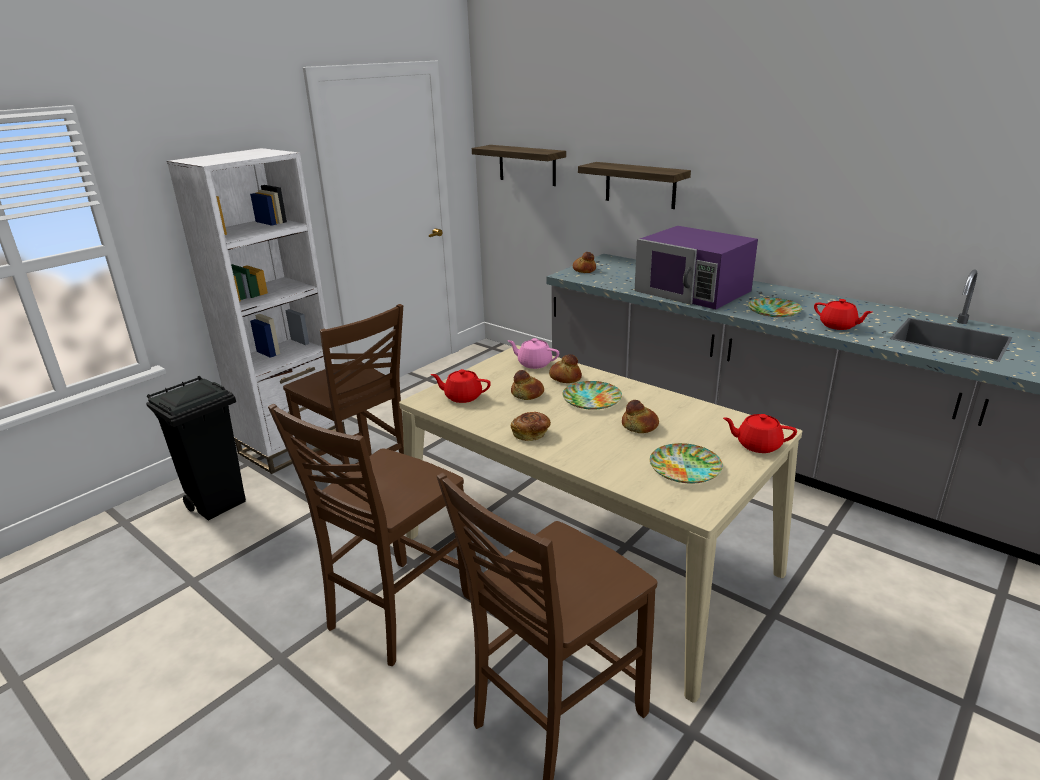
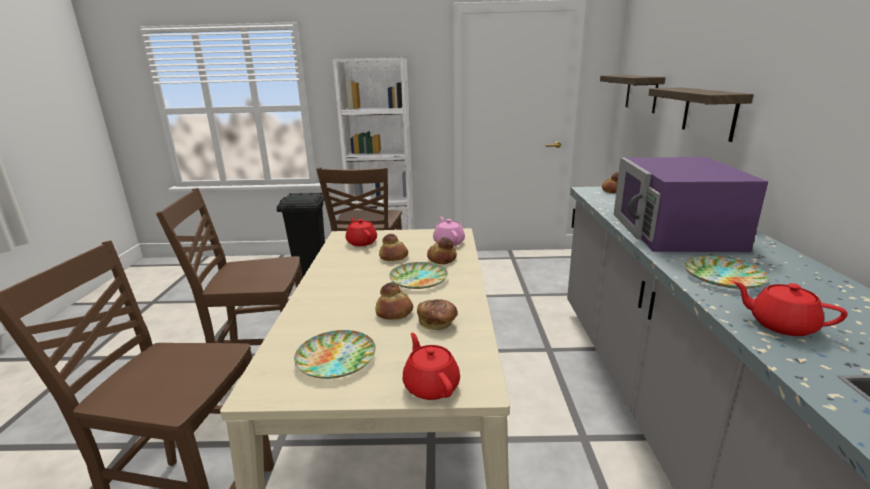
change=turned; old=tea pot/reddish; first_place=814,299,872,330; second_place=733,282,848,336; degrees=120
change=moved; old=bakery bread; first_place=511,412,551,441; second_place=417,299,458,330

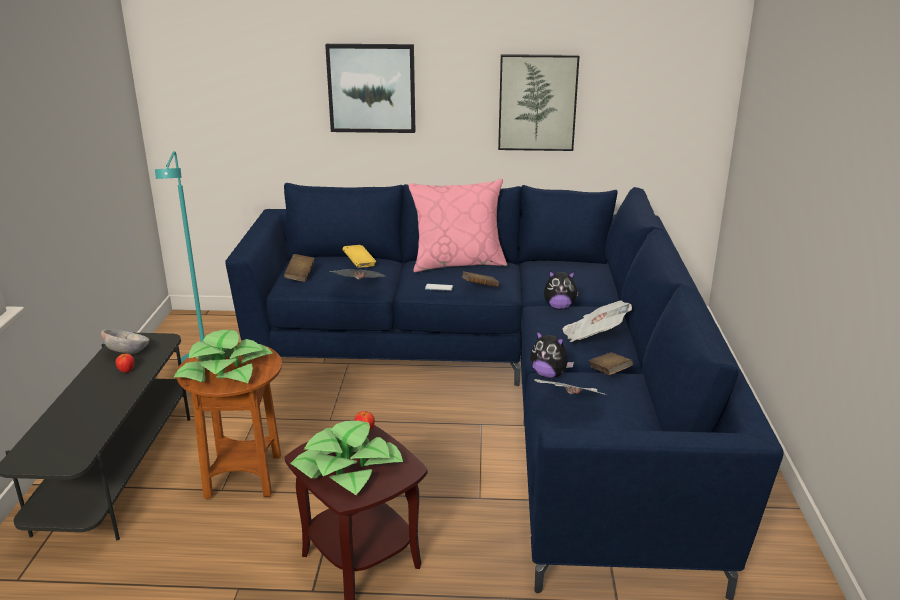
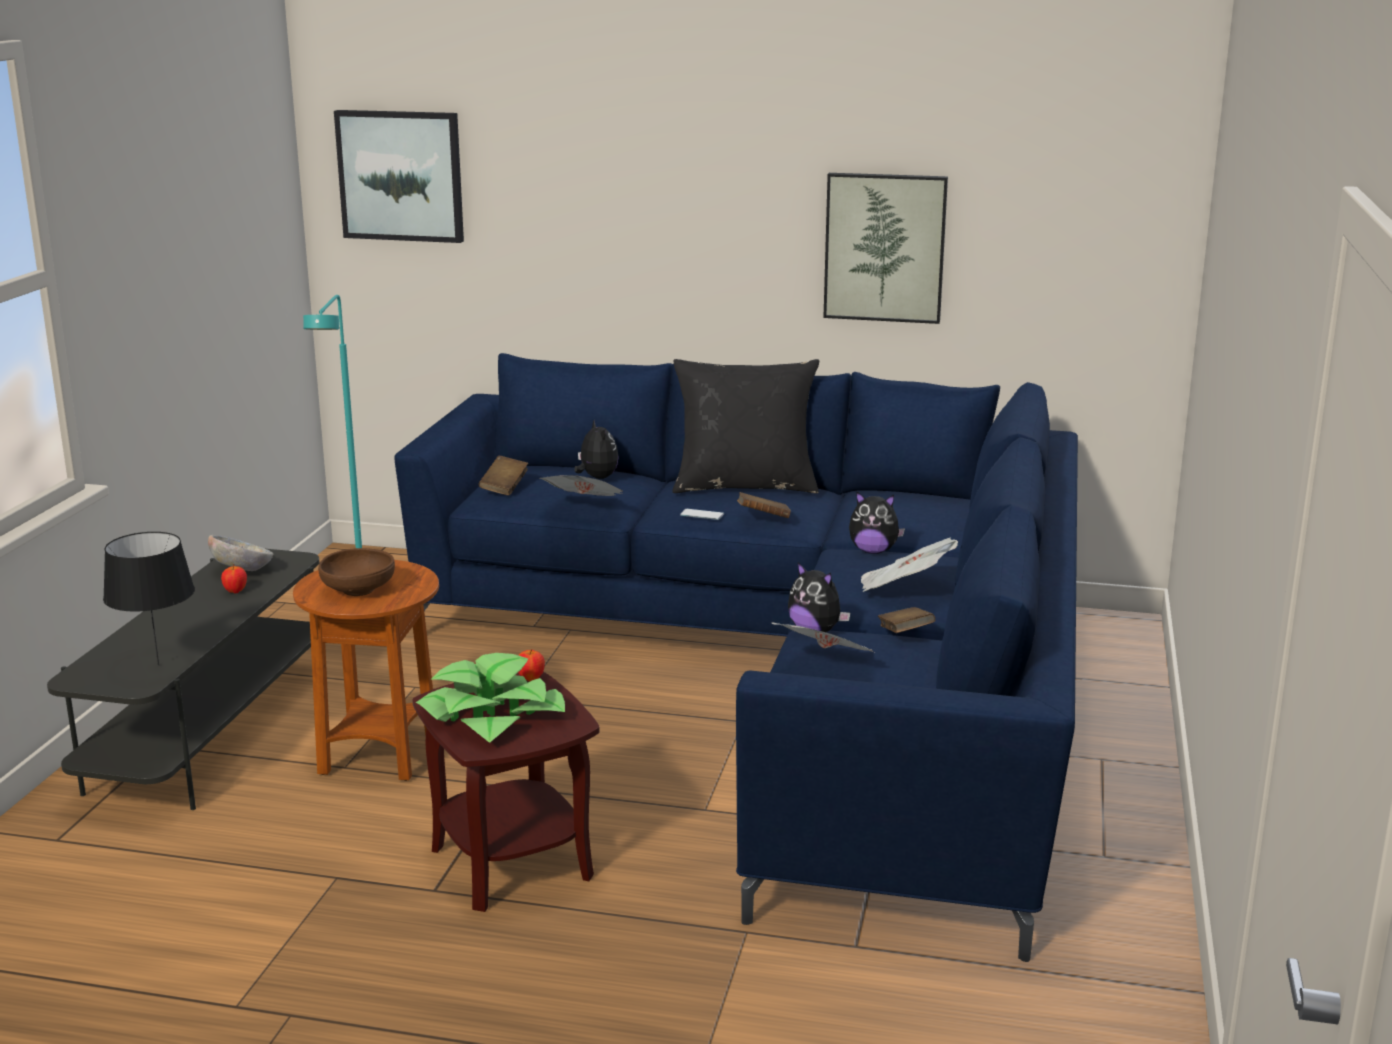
change=moved; old=wall art; first_place=325,44,415,133; second_place=334,110,464,243
change=recoloured; old=pillow/pinkish; new=pillow/black-coloured; first_place=408,179,507,272; second_place=672,359,819,494
change=replaced; old=book/yellow; new=soft toy; first_place=342,245,376,268; second_place=575,420,619,479
change=replaced; old=potted plant; new=serving bowl/brownish; first_place=173,330,272,383; second_place=318,548,395,596
change=added; new=table lamp/black-coloured; second_place=103,532,195,666

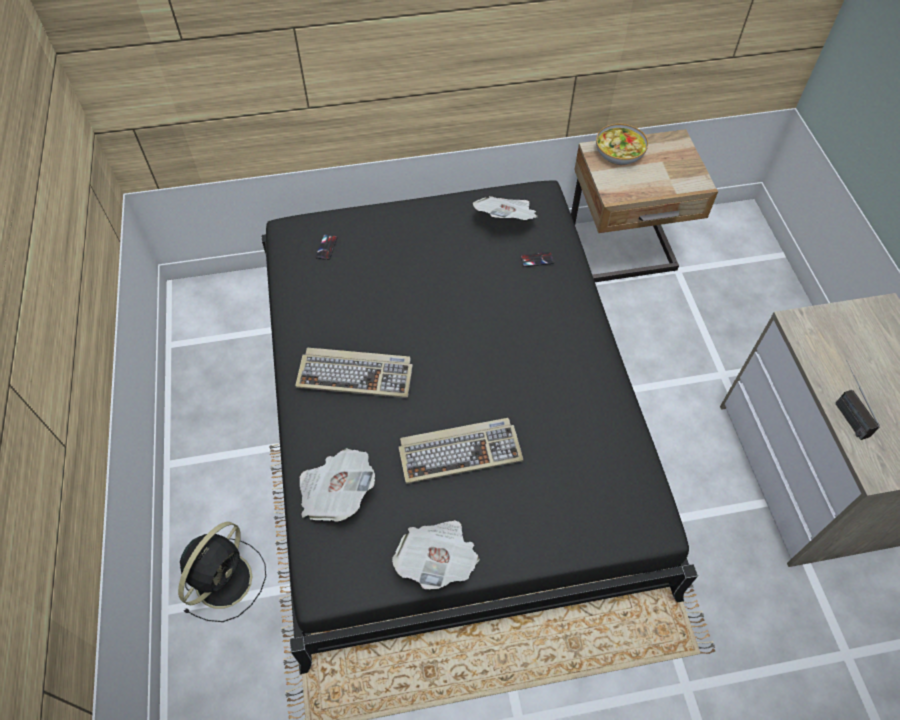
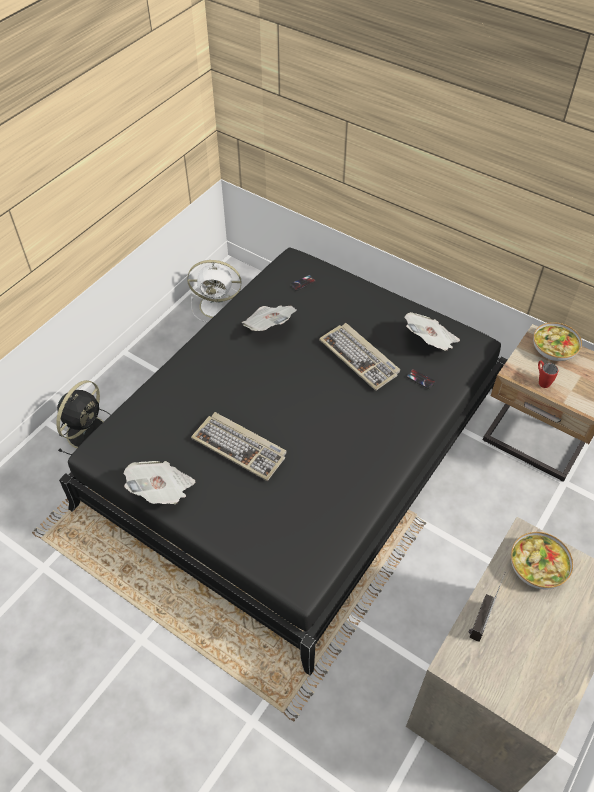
change=moved; old=PC keyboard; first_place=295,348,413,398; second_place=319,323,400,391
change=moved; old=newspaper; first_place=299,449,375,522; second_place=242,305,297,331
change=turned; old=cooling fan/black-coloured; first_place=178,522,266,622; second_place=56,380,111,455; degrees=-45
change=added; new=cooling fan/whitish; second_place=187,260,242,323
change=added; new=coffee mug/reddish; second_place=538,361,558,388
change=added; new=serving bowl; second_place=511,532,573,590

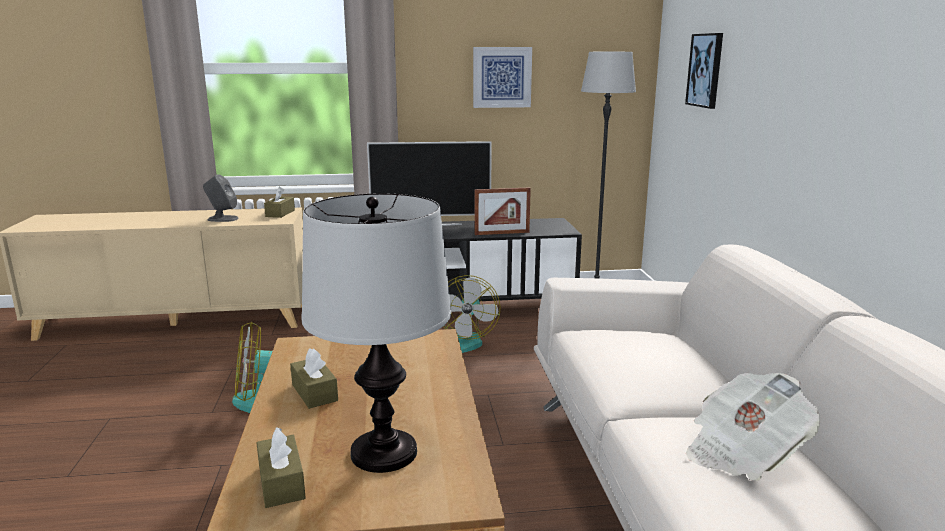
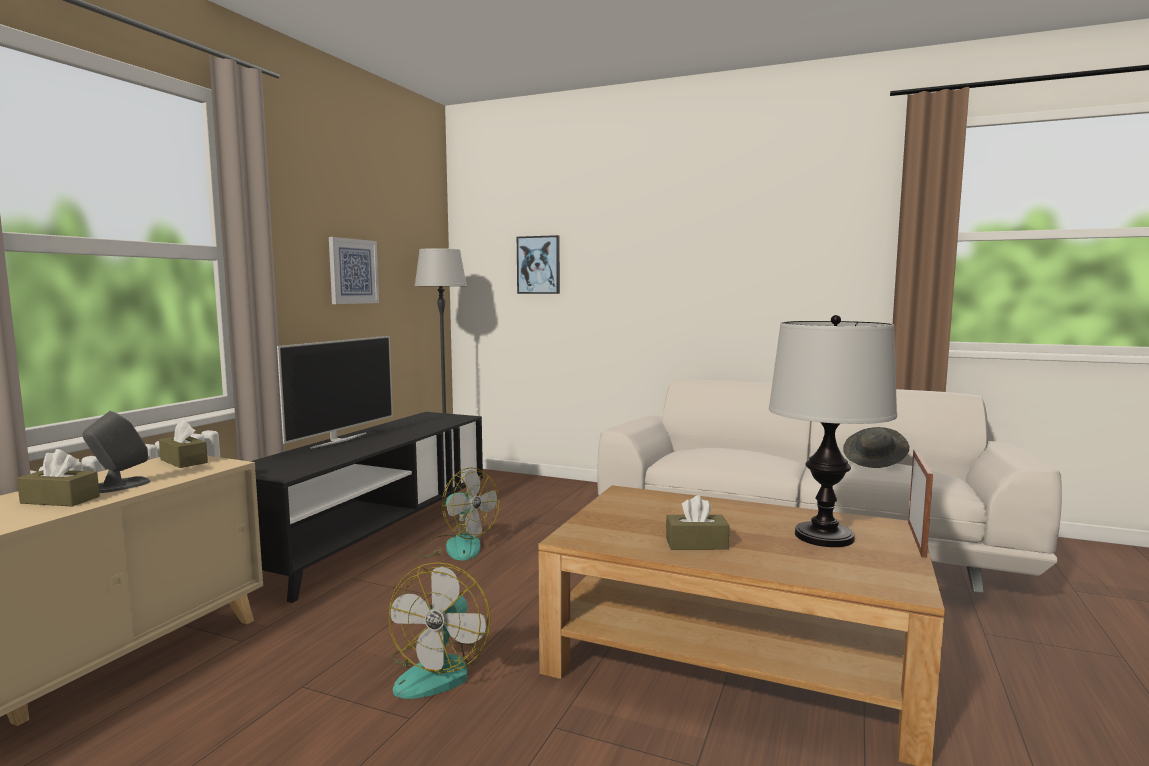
change=moved; old=standing frame; first_place=475,187,531,235; second_place=908,450,933,558
change=replaced; old=newspaper; new=clothing hat/gray; first_place=686,373,820,481; second_place=843,427,909,468
change=moved; old=tissue box/brownish; first_place=256,427,306,508; second_place=17,449,100,507

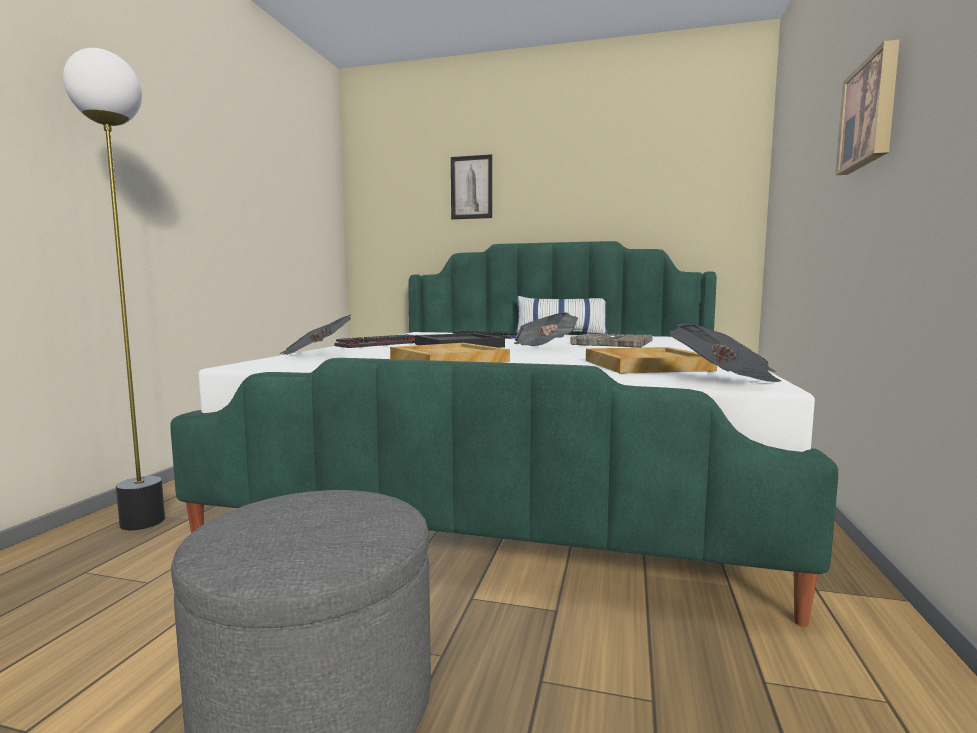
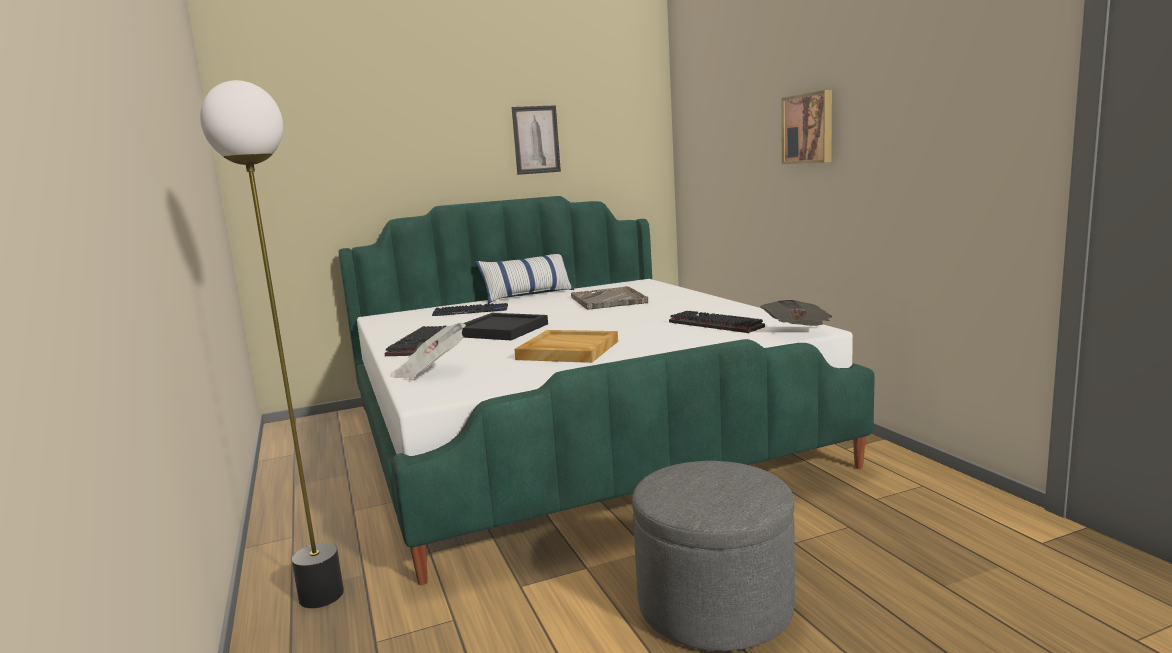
change=moved; old=wall art; first_place=451,154,492,219; second_place=511,105,561,175
change=removed; old=newspaper; first_place=514,312,578,346
change=replaced; old=carrying tray/sand-coloured; new=PC keyboard; first_place=586,347,717,373; second_place=669,311,765,333

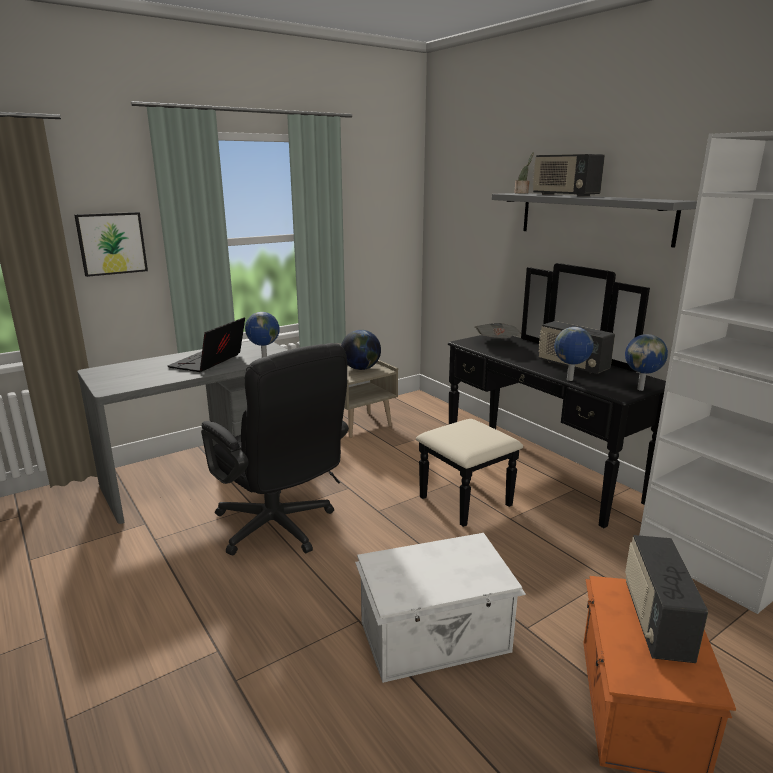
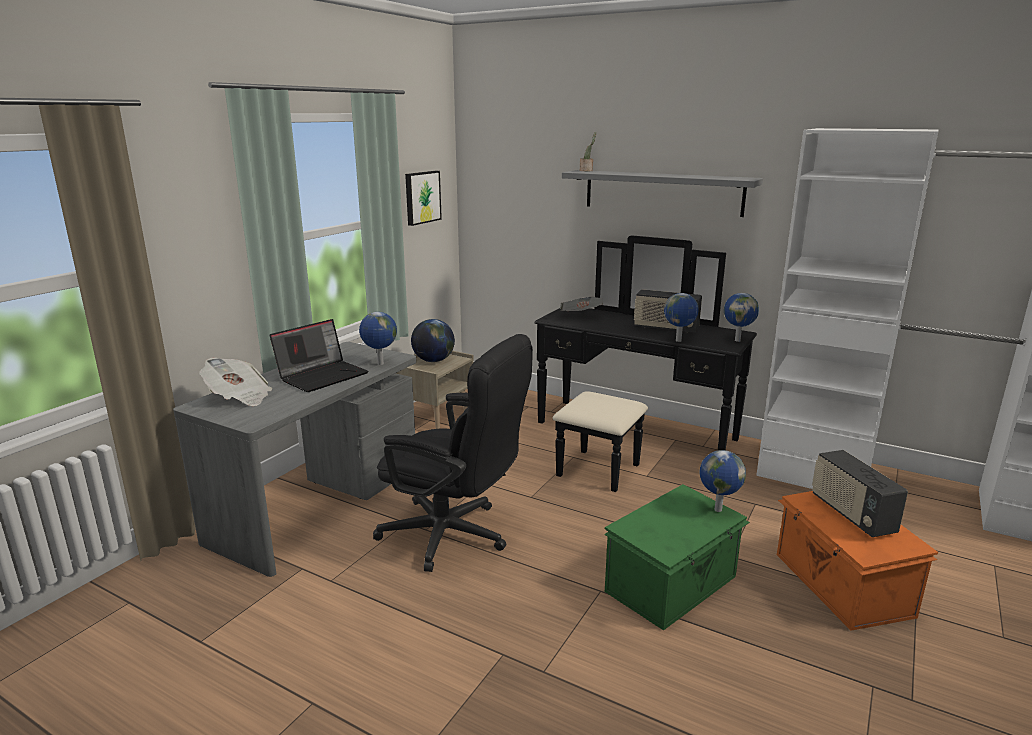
change=removed; old=radio receiver; first_place=532,154,605,197
change=moved; old=wall art; first_place=74,212,148,277; second_place=405,171,442,226
change=turned; old=notebook computer; first_place=167,318,245,372; second_place=269,319,368,392; degrees=-135
change=recoloured; old=storage box/whitish; new=storage box/green; first_place=355,533,526,683; second_place=604,484,750,630
change=added; new=newspaper; second_place=199,358,272,406
change=added; new=desk globe; second_place=699,450,746,512

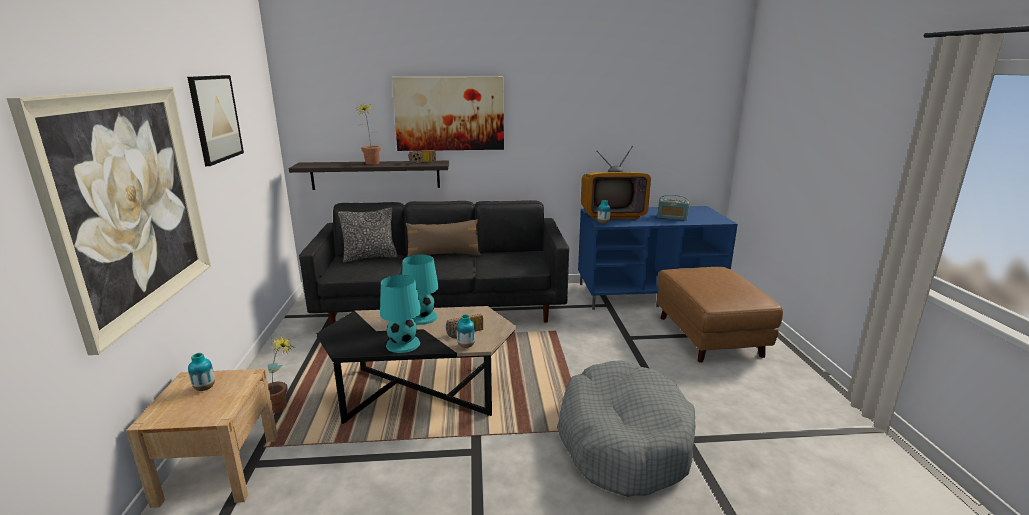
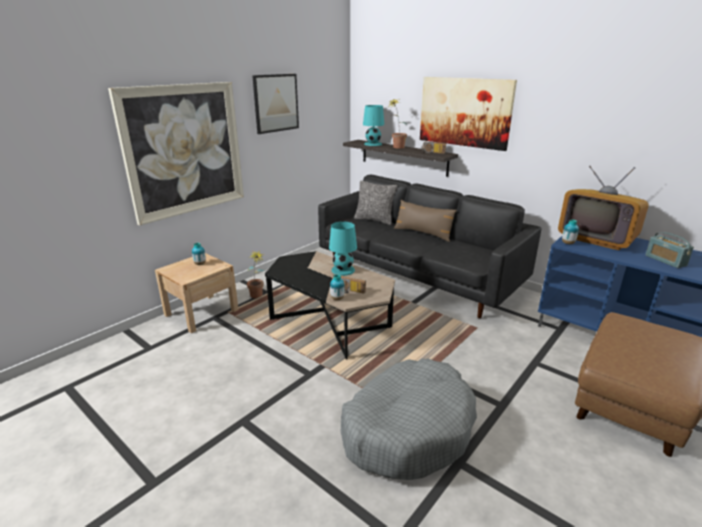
change=moved; old=table lamp/turquoise-coloured; first_place=380,275,421,353; second_place=363,105,384,146

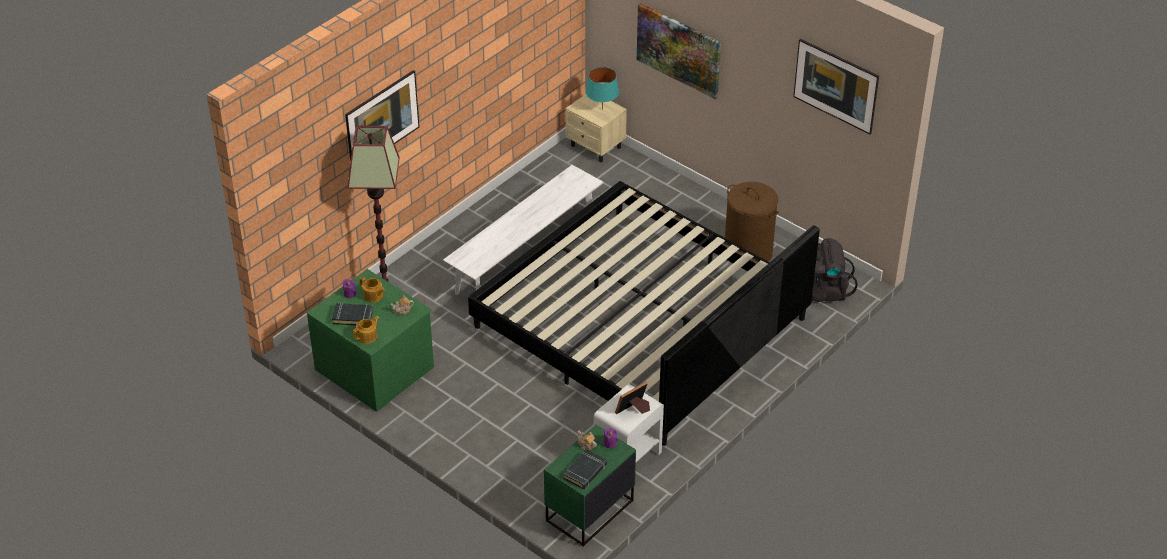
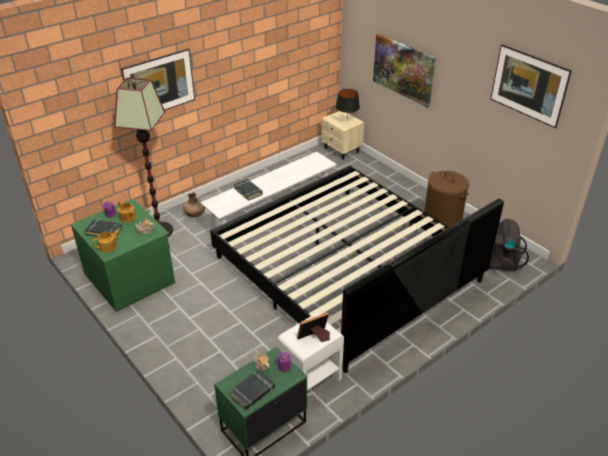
change=recoloured; old=table lamp/turquoise-coloured; new=table lamp/black-coloured; first_place=586,67,619,110; second_place=336,89,360,116
change=added; new=book/black-coloured; second_place=234,179,263,201
change=added; new=flower vase/brownish; second_place=183,192,205,217

